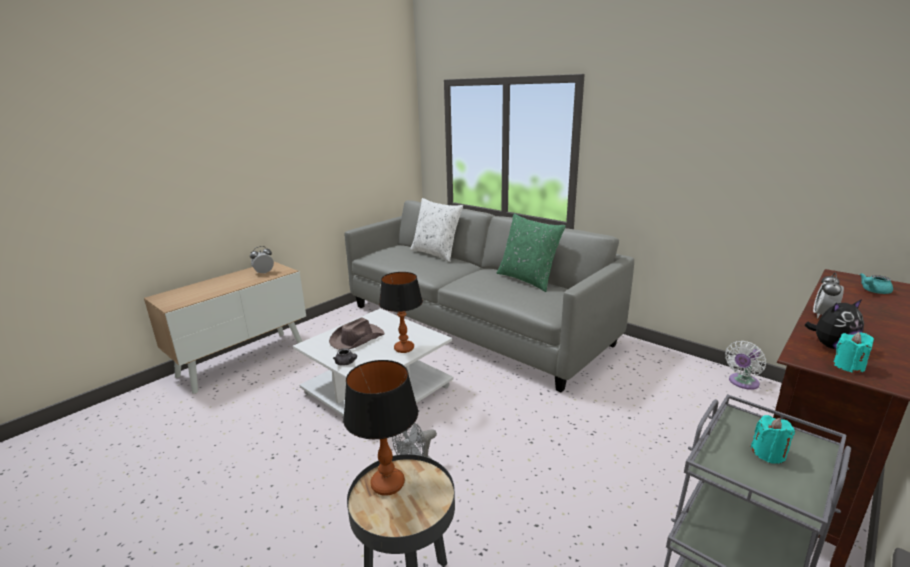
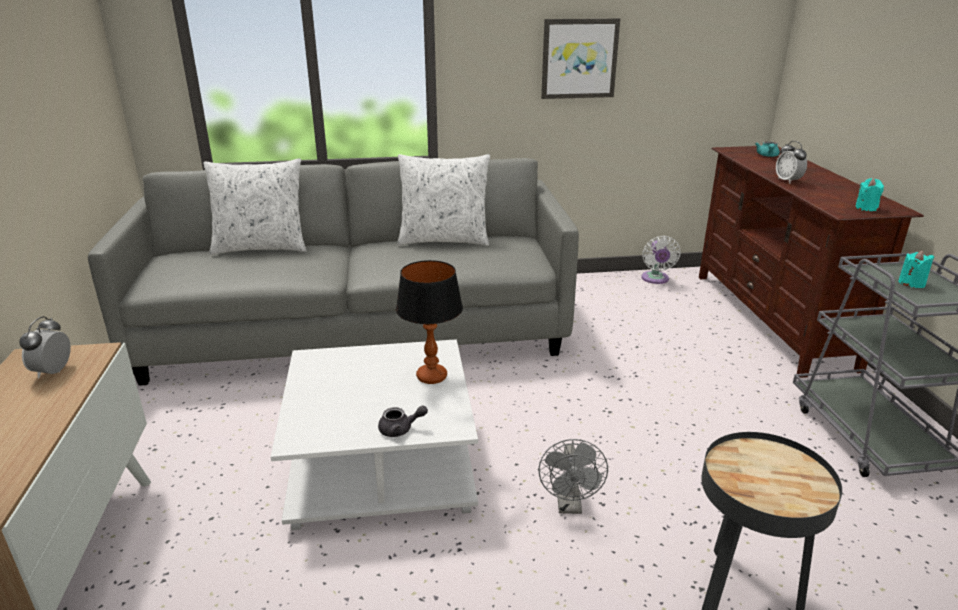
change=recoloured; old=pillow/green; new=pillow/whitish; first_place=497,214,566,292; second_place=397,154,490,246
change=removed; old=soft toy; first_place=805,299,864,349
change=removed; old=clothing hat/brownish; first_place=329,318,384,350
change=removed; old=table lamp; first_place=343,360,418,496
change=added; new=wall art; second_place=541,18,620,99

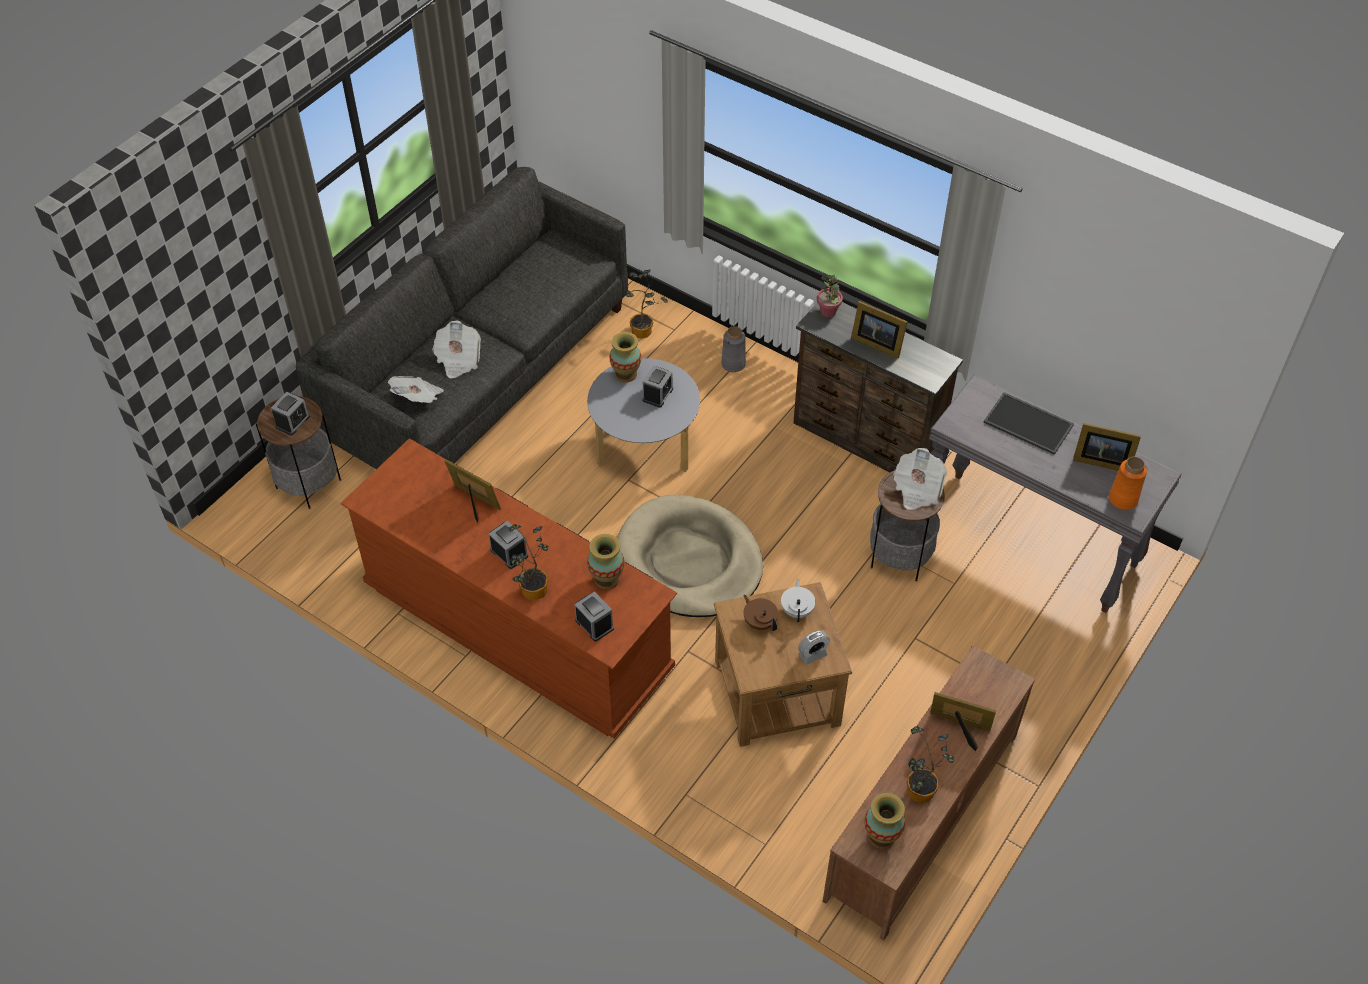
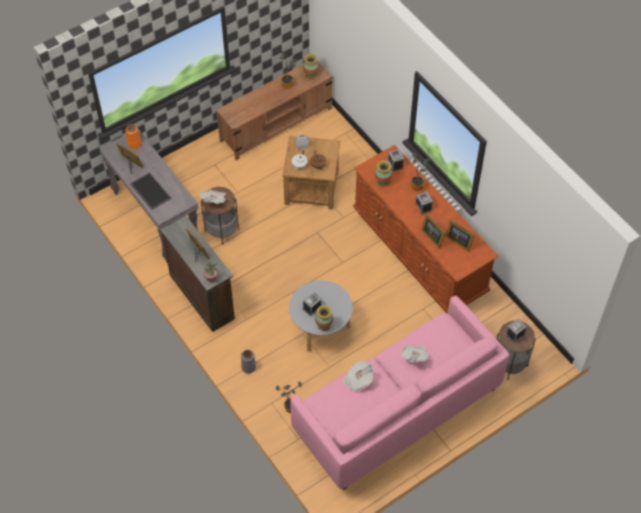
change=recoloured; old=sofa/gray; new=sofa/pinkish; first_place=296,167,628,469; second_place=290,296,509,490
change=moved; old=newspaper; first_place=388,376,444,403; second_place=342,361,374,392
change=removed; old=dog cushion/sand-coloured; first_place=617,495,763,617
change=moved; old=standing frame; first_place=930,692,996,751; second_place=446,220,474,252

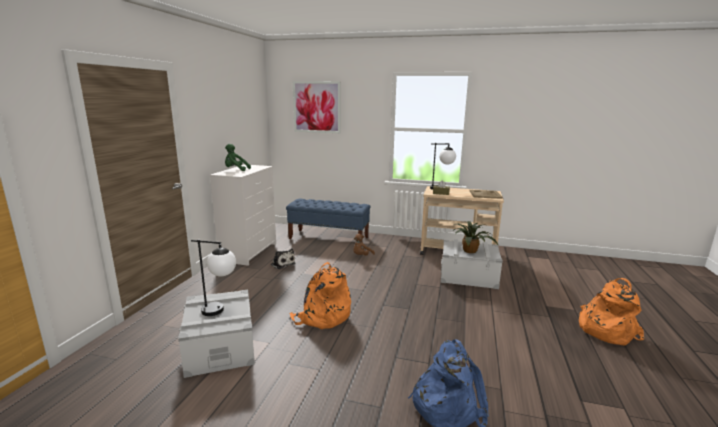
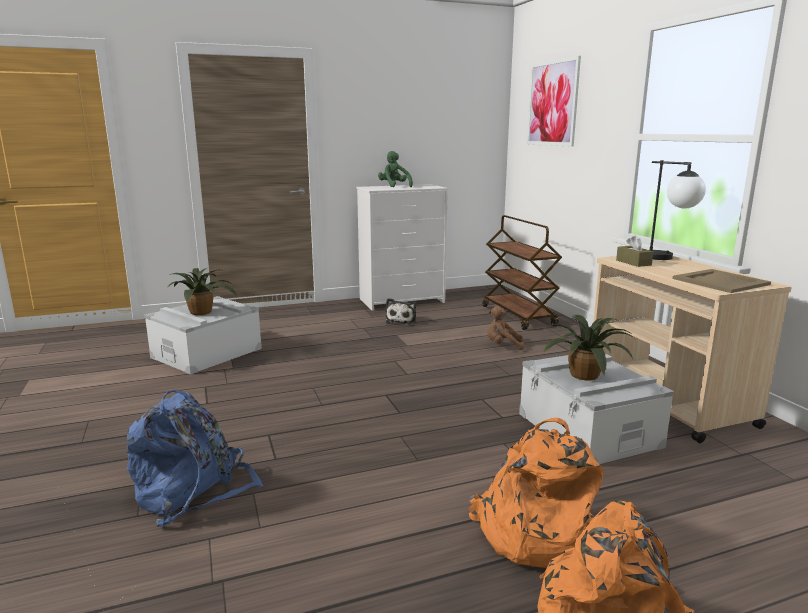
change=replaced; old=indoor bench/bluish; new=cart/brownish; first_place=286,199,371,239; second_place=483,215,562,330
change=replaced; old=table lamp; new=potted plant; first_place=191,239,236,316; second_place=167,268,238,315
change=moved; old=rucksack/orange; first_place=289,262,351,329; second_place=469,418,604,568

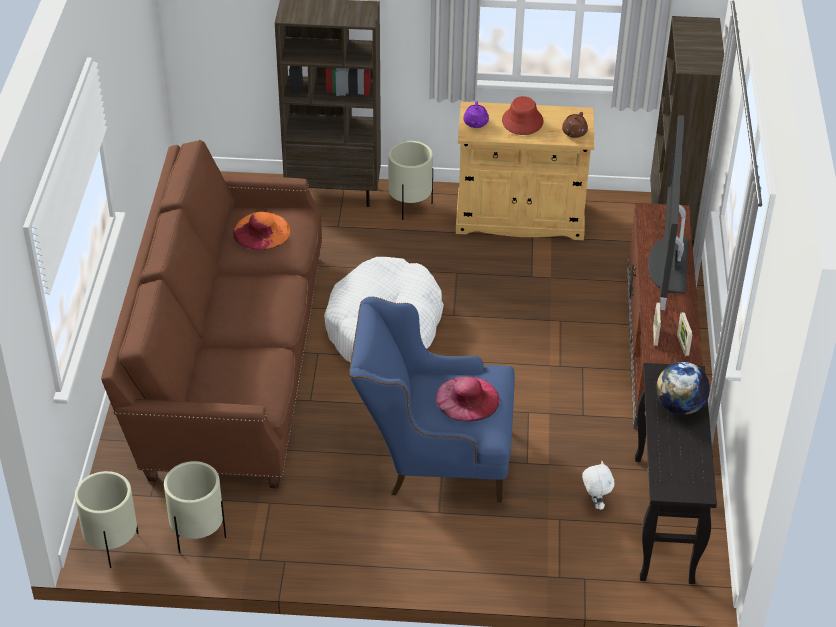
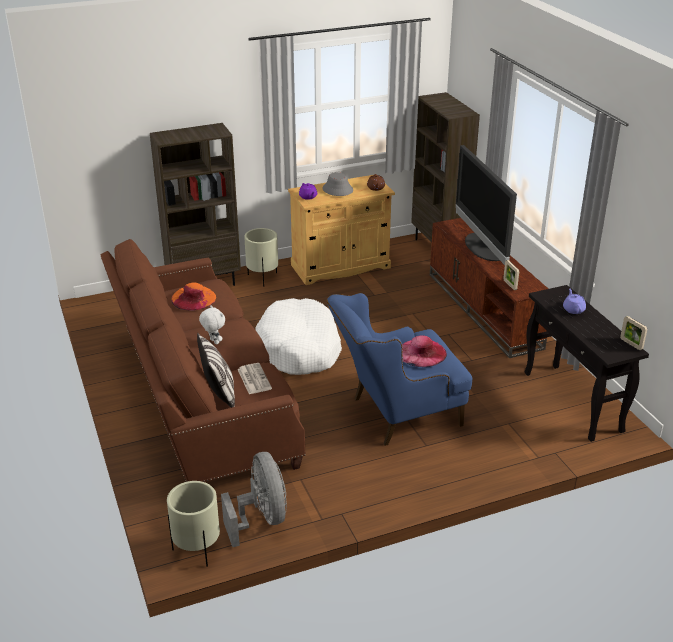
change=recoloured; old=clothing hat/reddish; new=clothing hat/gray; first_place=502,96,544,135; second_place=322,172,353,196
change=moved; old=standing frame; first_place=677,312,692,356; second_place=620,316,647,350
change=replaced; old=desk globe; new=tea pot/purple-coloured; first_place=656,362,710,415; second_place=563,289,586,314
change=replaced; old=planter/sand-coloured; new=cooling fan/gray; first_place=164,461,226,553; second_place=221,452,287,547
change=moved; old=soft toy/whitish; first_place=582,461,614,510; second_place=199,305,225,345
change=added; new=pillow; second_place=197,333,235,408
change=added; new=newspaper; second_place=237,363,272,394

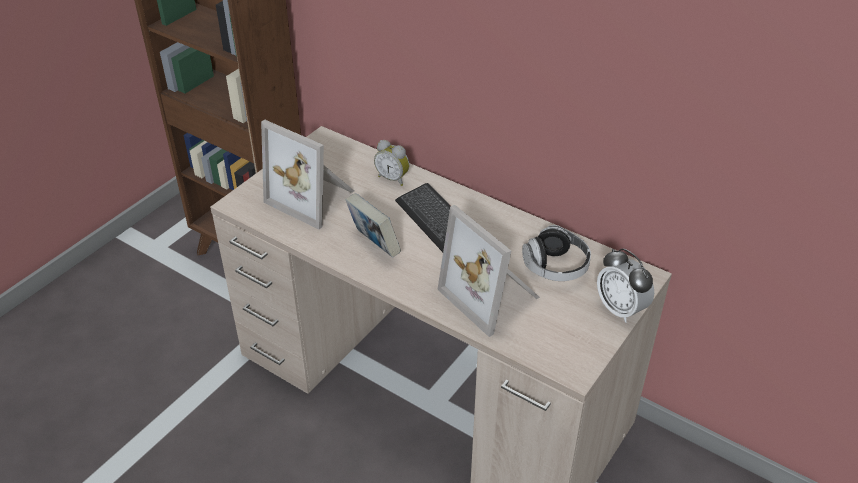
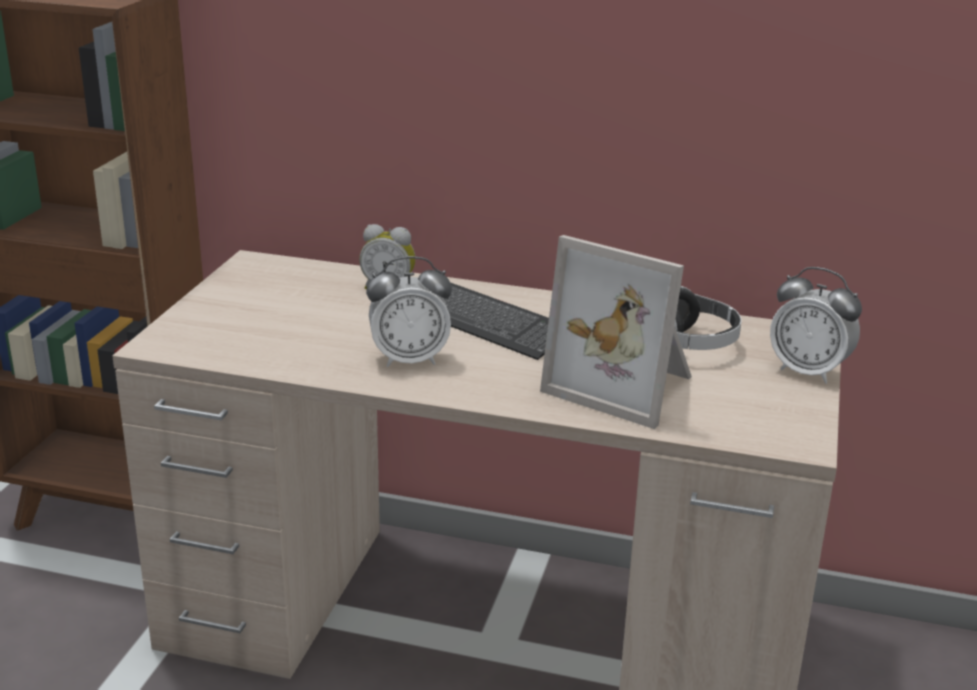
change=removed; old=standing frame; first_place=261,120,354,229
change=replaced; old=book; new=bedside clock; first_place=345,193,401,258; second_place=366,256,452,367

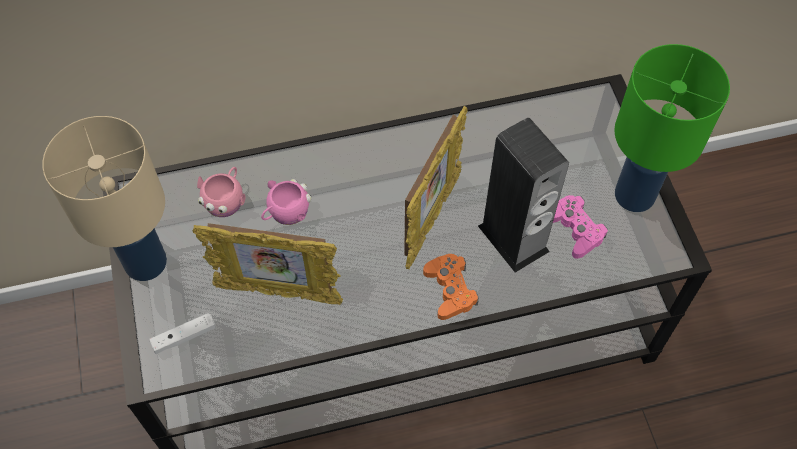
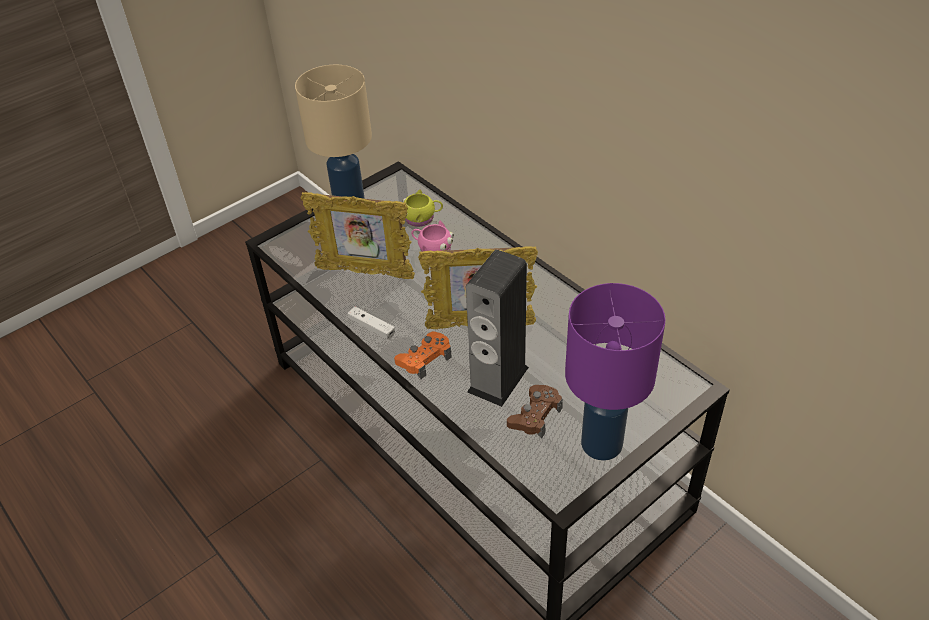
change=recoloured; old=table lamp/green; new=table lamp/purple-coloured; first_place=614,44,730,212; second_place=565,283,666,461
change=recoloured; old=coffee mug/pinkish; new=coffee mug/yellow; first_place=197,167,246,217; second_place=402,190,443,227
change=recoloured; old=joypad/pinkish; new=joypad/brownish; first_place=553,195,608,259; second_place=507,385,563,438
change=turned; old=standing frame; first_place=193,223,343,305; second_place=301,192,415,279; degrees=-60
change=moved; old=joypad/whitish; first_place=150,313,216,354; second_place=347,307,395,340

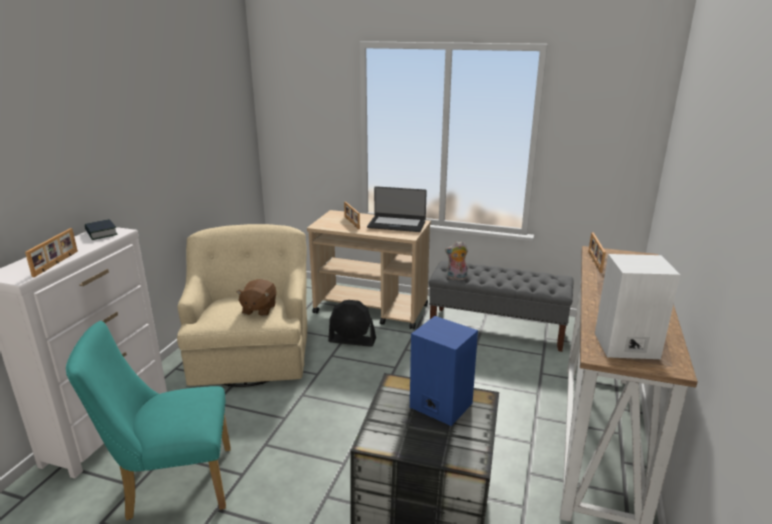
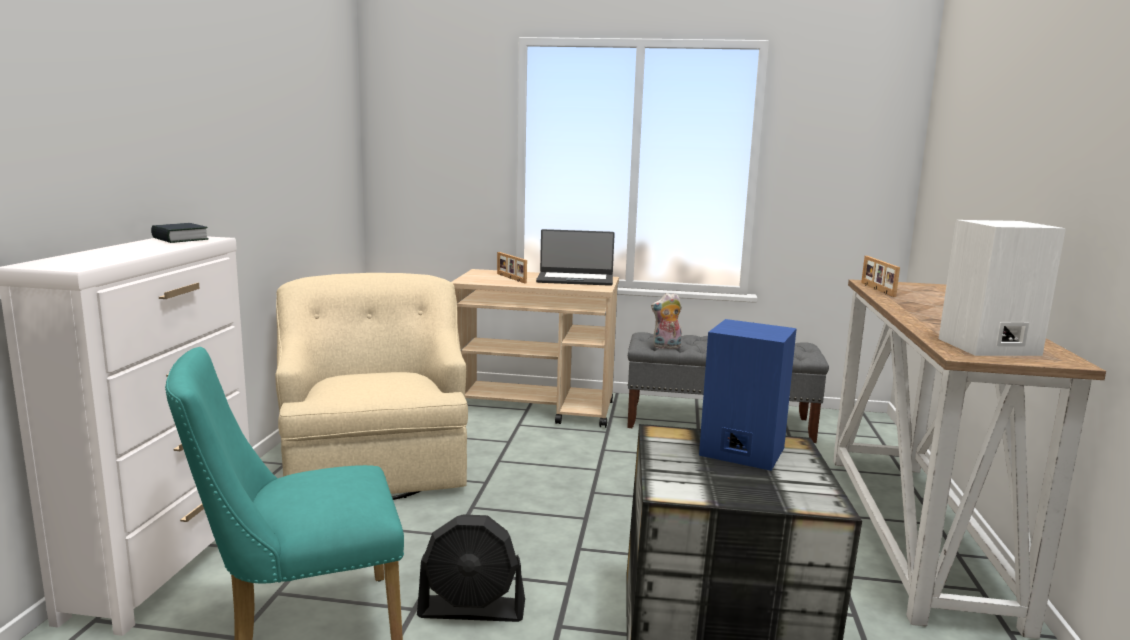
change=removed; old=standing frame; first_place=25,228,78,277
change=removed; old=soft toy/brownish; first_place=236,279,276,316
change=moved; old=cooling fan/black-coloured; first_place=328,300,376,347; second_place=417,515,525,622

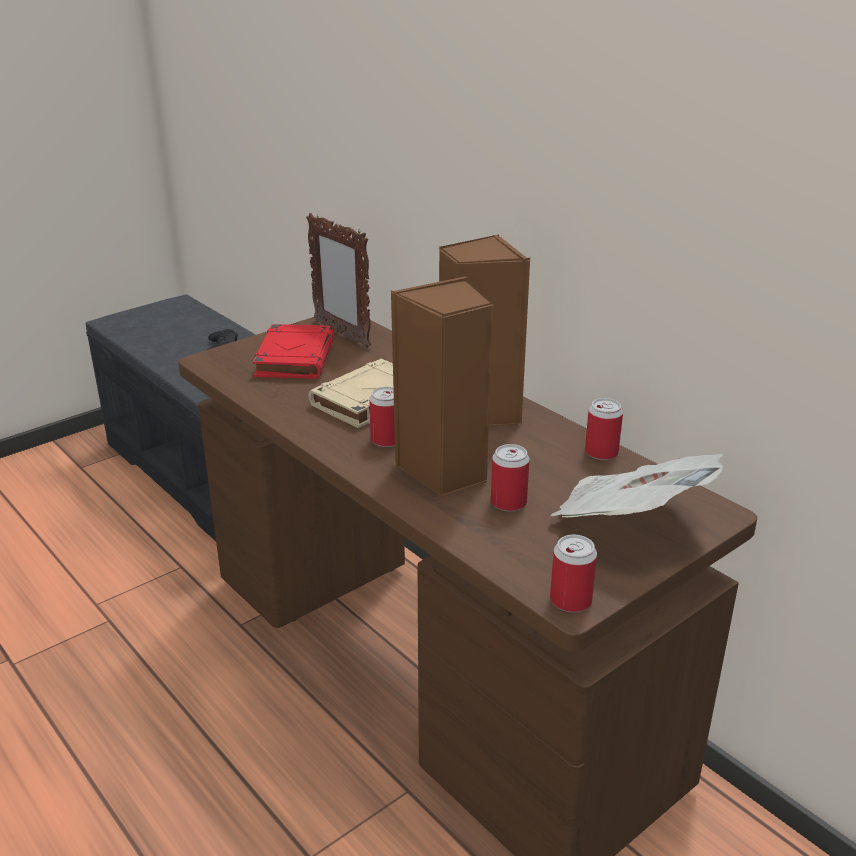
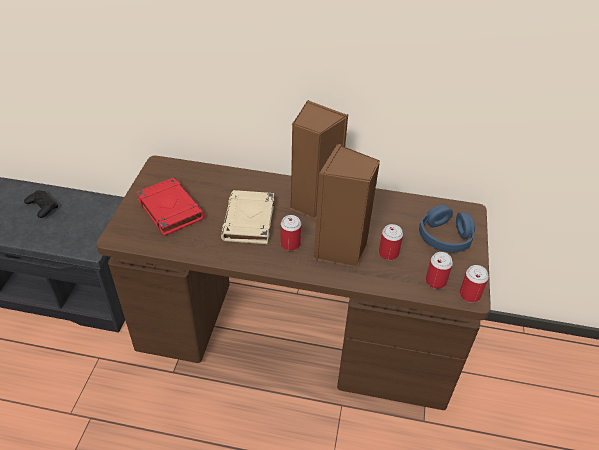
change=removed; old=standing frame; first_place=306,213,371,348
change=moved; old=metal can; first_place=585,398,623,460; second_place=425,252,453,289
change=replaced; old=newspaper; new=headphones/bluish; first_place=551,454,723,517; second_place=419,205,475,253

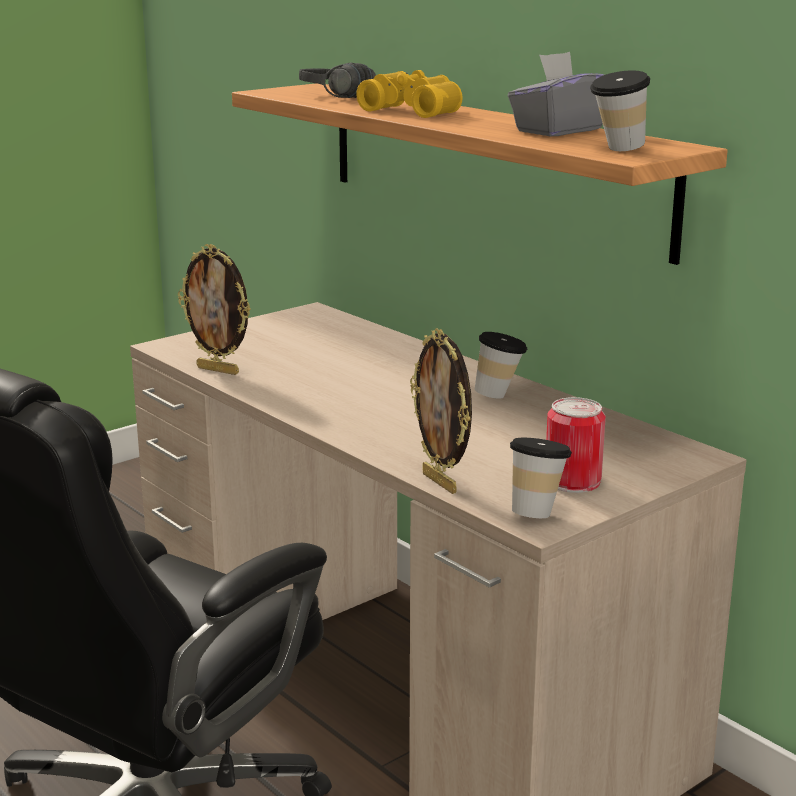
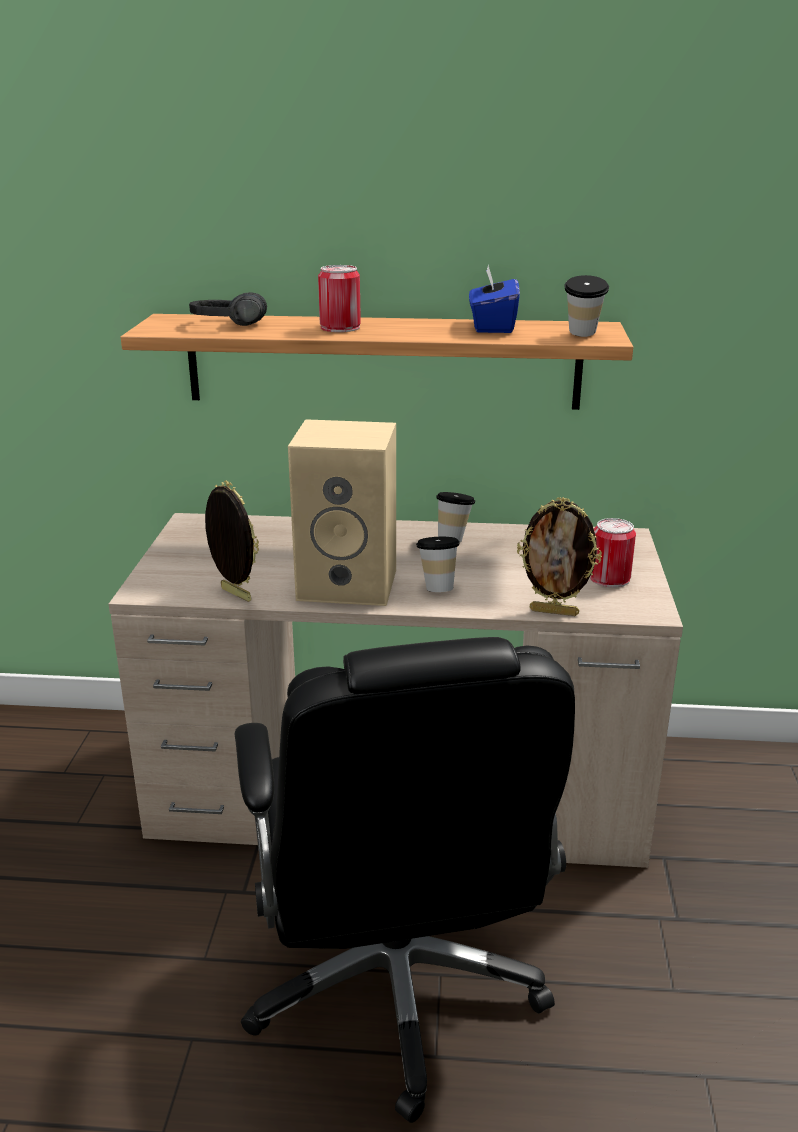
change=recoloured; old=tissue box/gray; new=tissue box/bluish; first_place=508,52,604,136; second_place=469,265,520,333
change=replaced; old=pair of binoculars/yellow; new=metal can; first_place=356,70,463,118; second_place=318,265,361,332
change=turned; old=standing frame; first_place=178,244,251,375; second_place=205,480,259,602; degrees=-120
change=moved; old=small cup; first_place=510,438,572,518; second_place=416,537,460,592
change=added; new=speaker/sand-coloured; second_place=288,419,396,606

